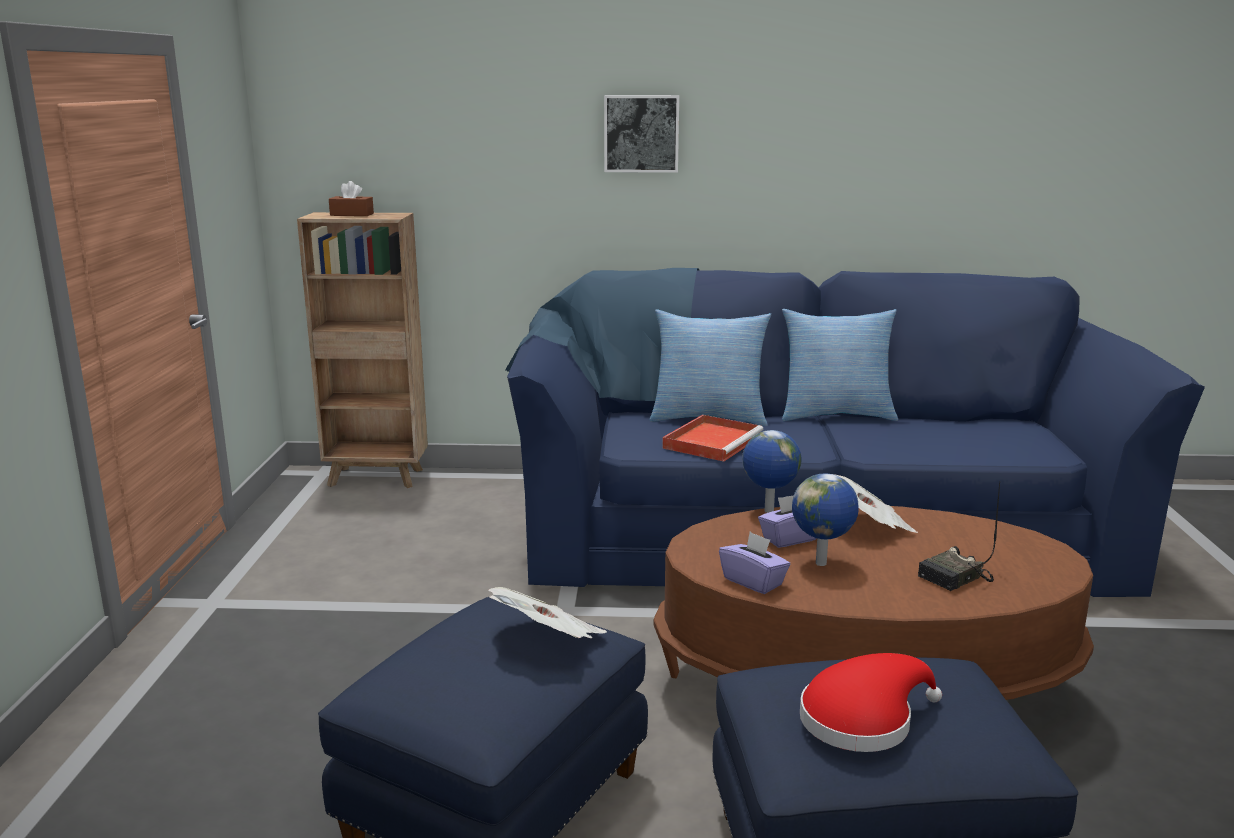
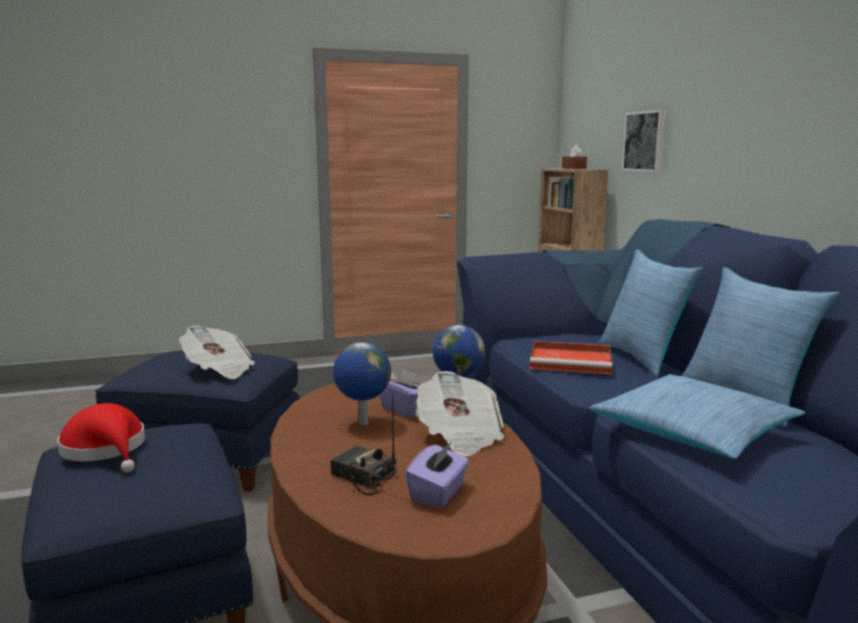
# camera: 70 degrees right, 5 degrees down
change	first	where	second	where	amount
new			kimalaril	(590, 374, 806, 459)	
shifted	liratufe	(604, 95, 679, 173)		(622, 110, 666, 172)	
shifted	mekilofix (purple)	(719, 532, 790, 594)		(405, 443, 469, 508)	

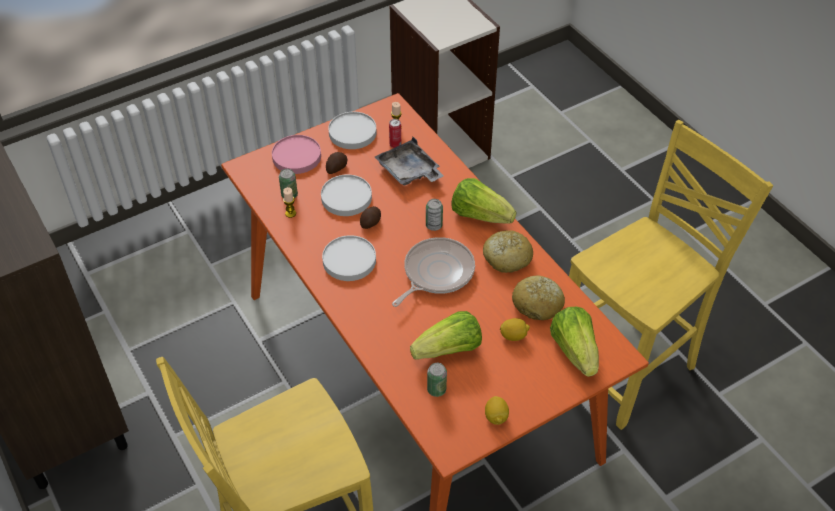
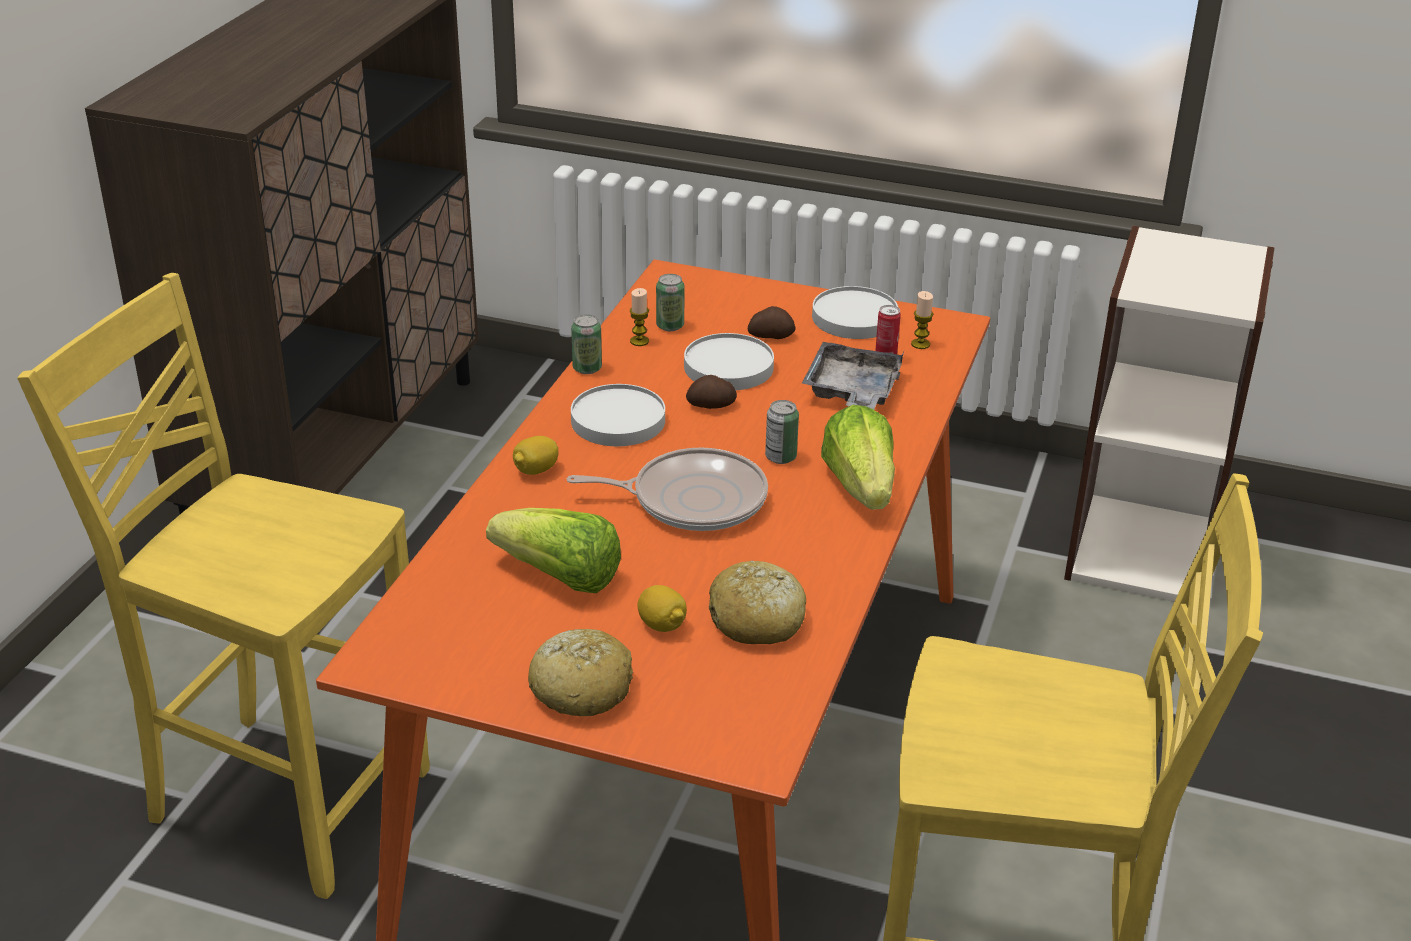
# camera: 50 degrees right, 15 degrees down
change	first	where	second	where	amount
gone	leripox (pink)	(272, 135, 321, 174)			
gone	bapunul	(550, 307, 599, 377)			
shifted	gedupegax	(427, 363, 447, 397)		(571, 314, 602, 374)	
shifted	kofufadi	(483, 230, 533, 273)		(528, 629, 633, 716)	
shifted	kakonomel	(485, 396, 509, 425)		(513, 436, 559, 475)	

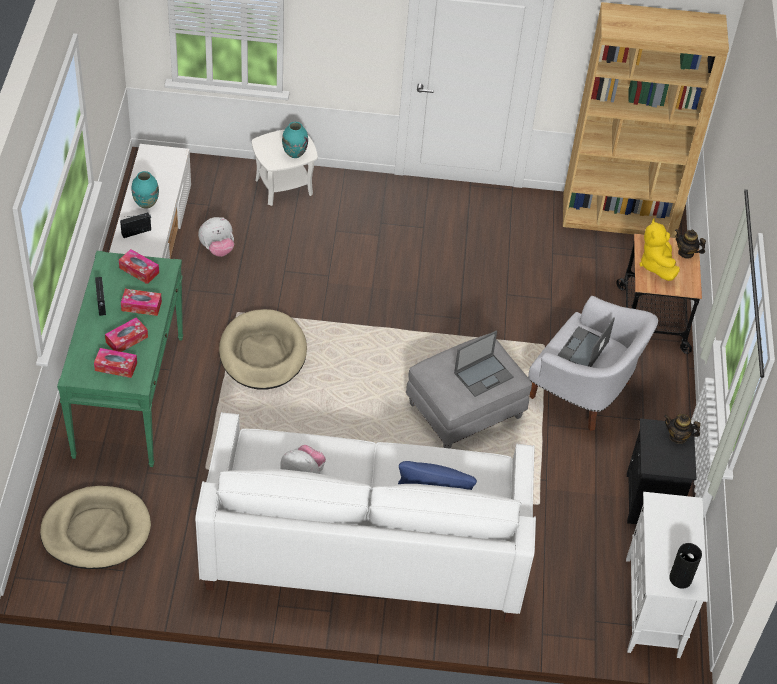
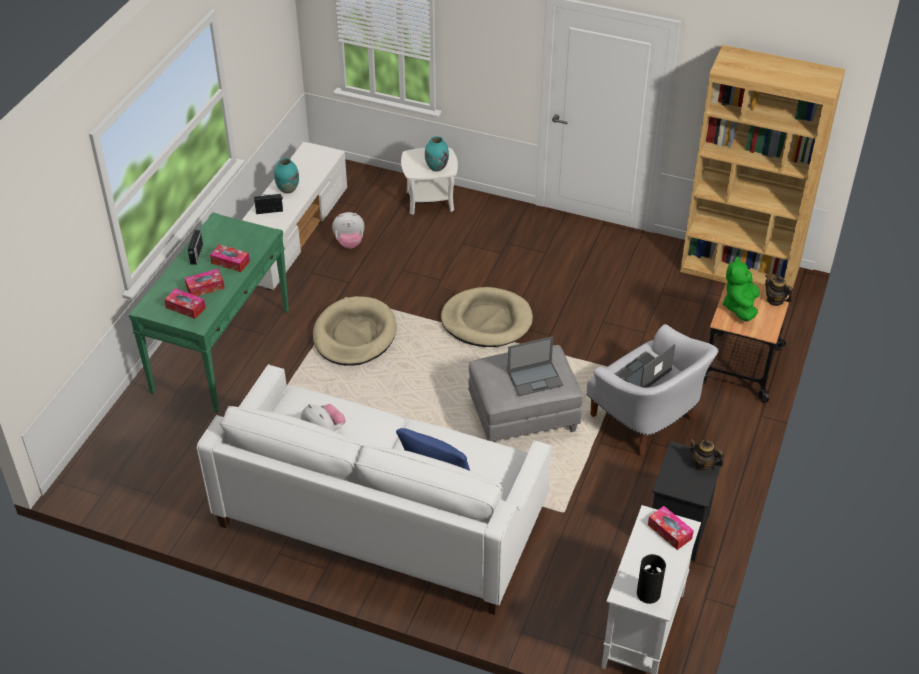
# camera: 20 degrees right, 5 degrees down
change	first	where	second	where	amount
shifted	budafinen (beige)	(40, 486, 151, 569)		(441, 287, 533, 347)	
shifted	mekilofix	(119, 249, 159, 284)		(648, 506, 694, 550)	
repainted	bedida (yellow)	(639, 219, 680, 281)	bedida (green)	(723, 257, 760, 321)	

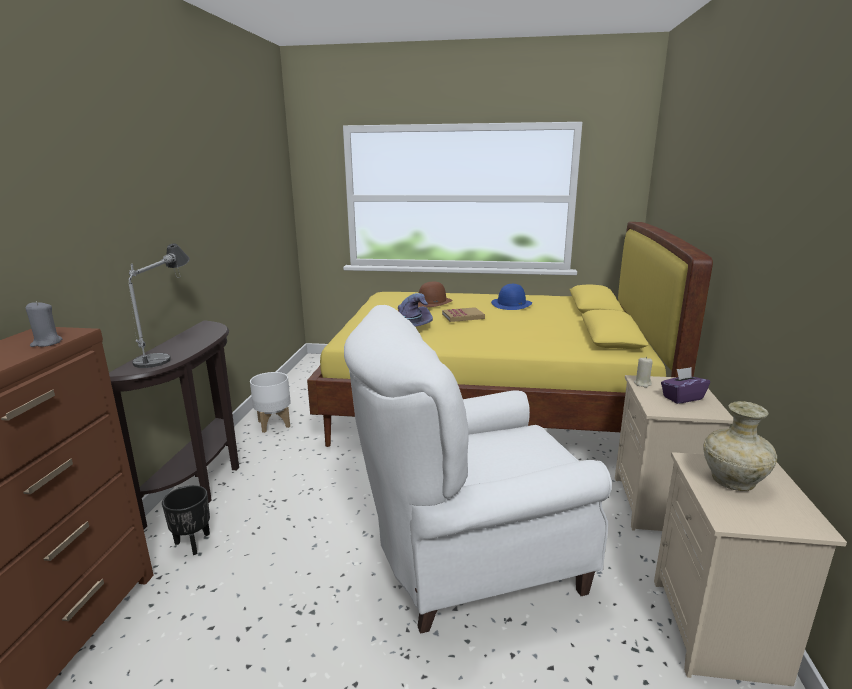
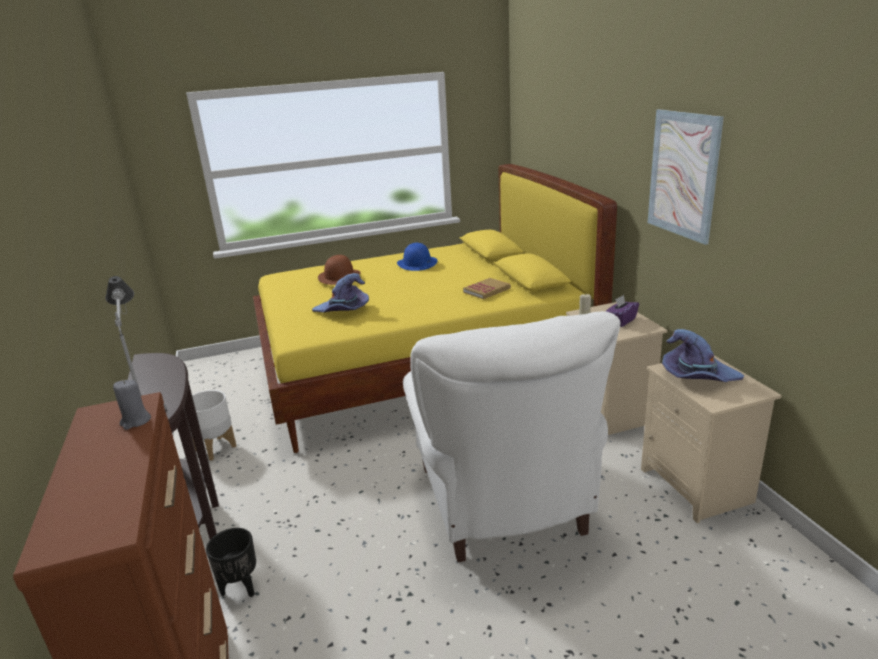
# camera: 25 degrees left, 5 degrees up
change	first	where	second	where	amount
new			liratufe	(648, 109, 724, 245)	
shifted	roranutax	(442, 307, 485, 322)		(463, 278, 511, 299)	
swapped	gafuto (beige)	(703, 401, 777, 491)	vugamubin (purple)	(662, 329, 744, 382)	
rotated	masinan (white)	(344, 305, 612, 634)		(403, 311, 620, 562)	60 degrees counterclockwise

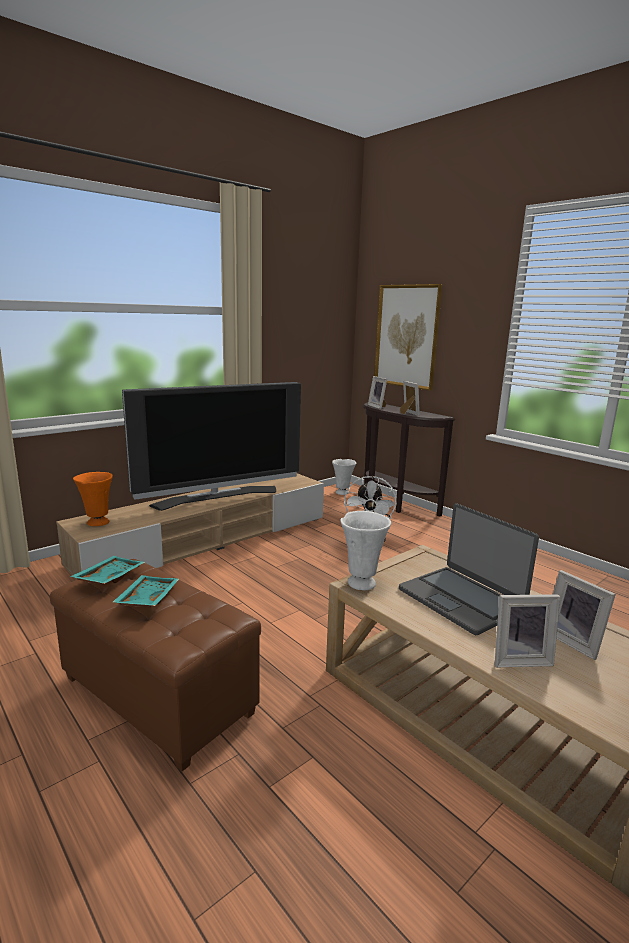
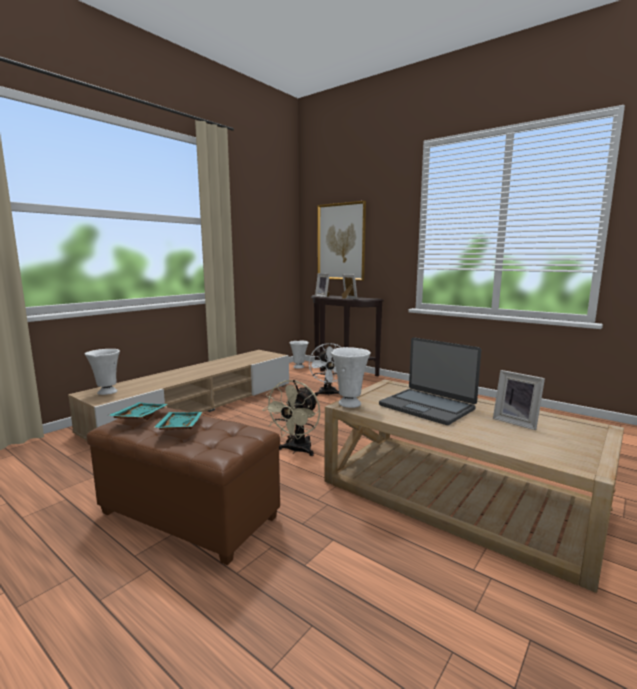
# camera: 10 degrees left, 5 degrees down
change	first	where	second	where	amount
gone	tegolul	(122, 382, 301, 511)			
gone	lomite	(495, 594, 560, 667)			
new			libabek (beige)	(263, 380, 320, 456)	
repainted	gafuto (orange)	(73, 472, 113, 526)	gafuto (white)	(85, 349, 120, 395)	

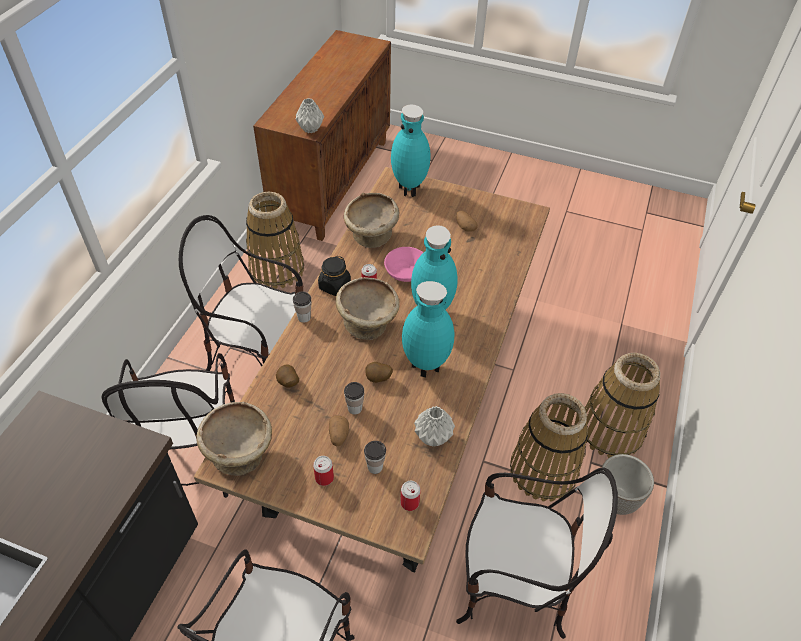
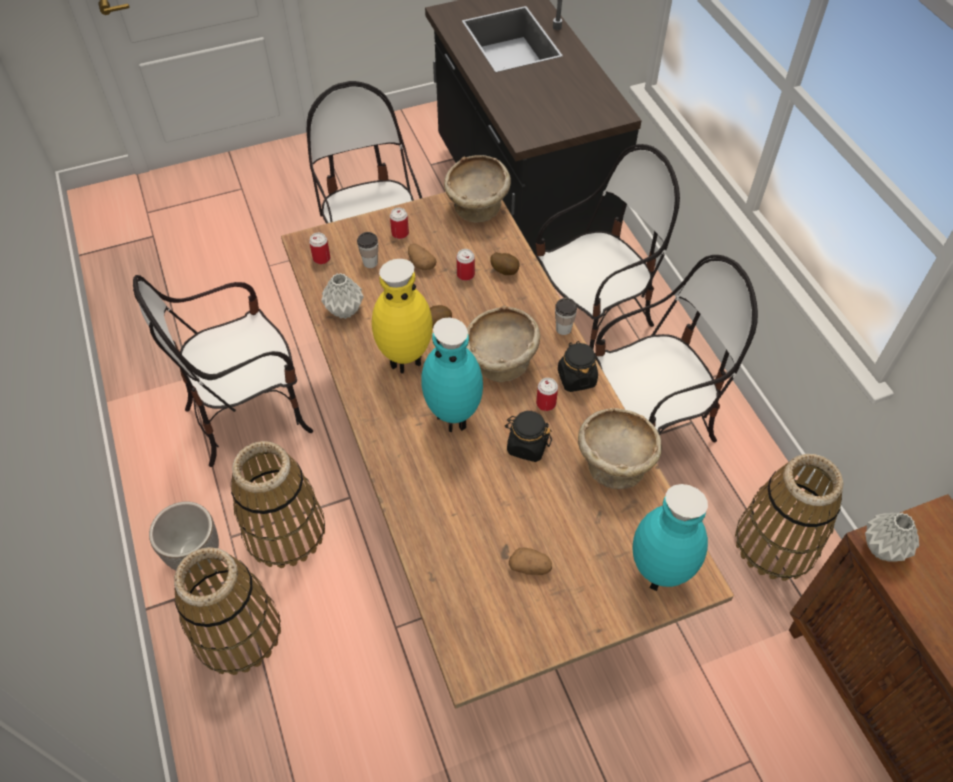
# camera: 140 degrees right, 5 degrees up
change	first	where	second	where	amount
gone	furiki	(344, 382, 364, 415)			
new			gedupegax	(456, 249, 475, 281)	
swapped	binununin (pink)	(384, 247, 424, 282)	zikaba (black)	(505, 411, 552, 462)	
repainted	gafuto (turquoise)	(402, 281, 454, 377)	gafuto (yellow)	(372, 259, 432, 374)	
rotated	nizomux	(102, 353, 235, 498)		(536, 144, 680, 349)	105 degrees clockwise

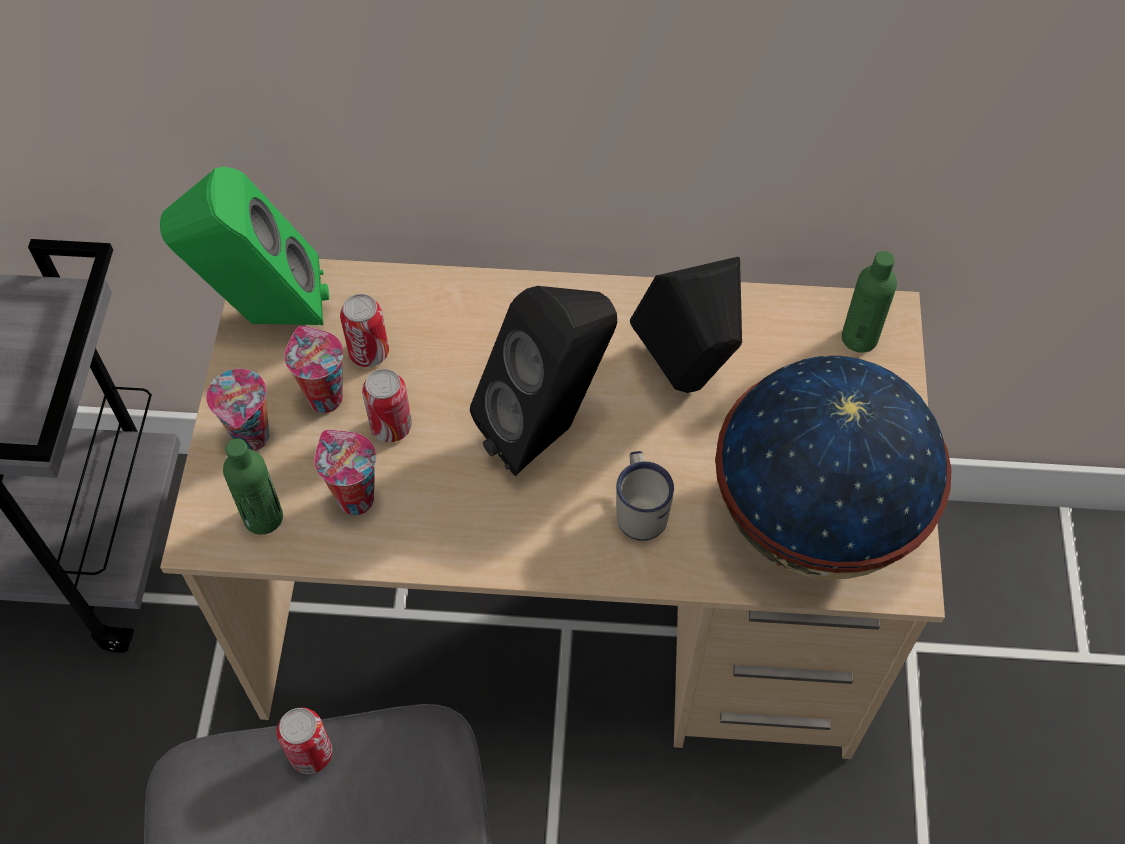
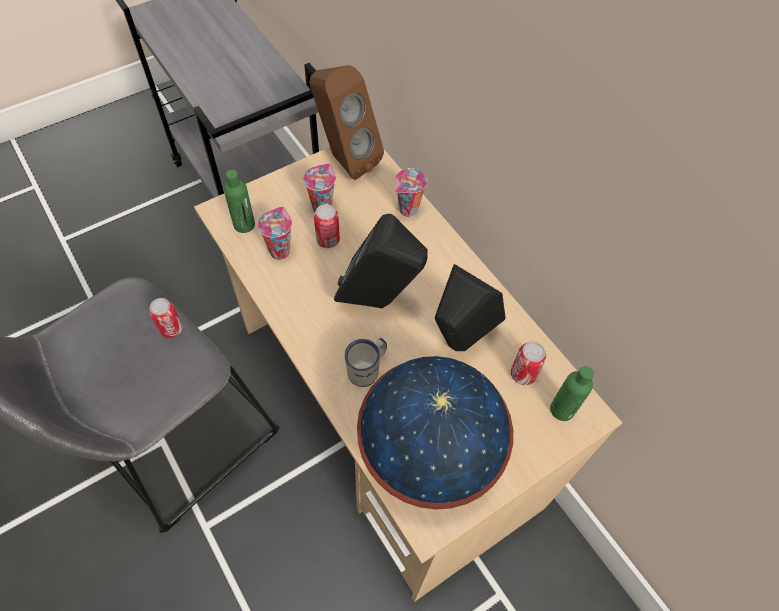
# camera: 50 degrees right, 0 degrees up
change	first	where	second	where	amount
shifted	furiki	(206, 369, 269, 451)		(395, 168, 427, 217)	
shifted	gedupegax	(340, 294, 389, 367)		(511, 341, 546, 385)	
repainted	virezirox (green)	(160, 167, 329, 325)	virezirox (brown)	(309, 65, 384, 180)	

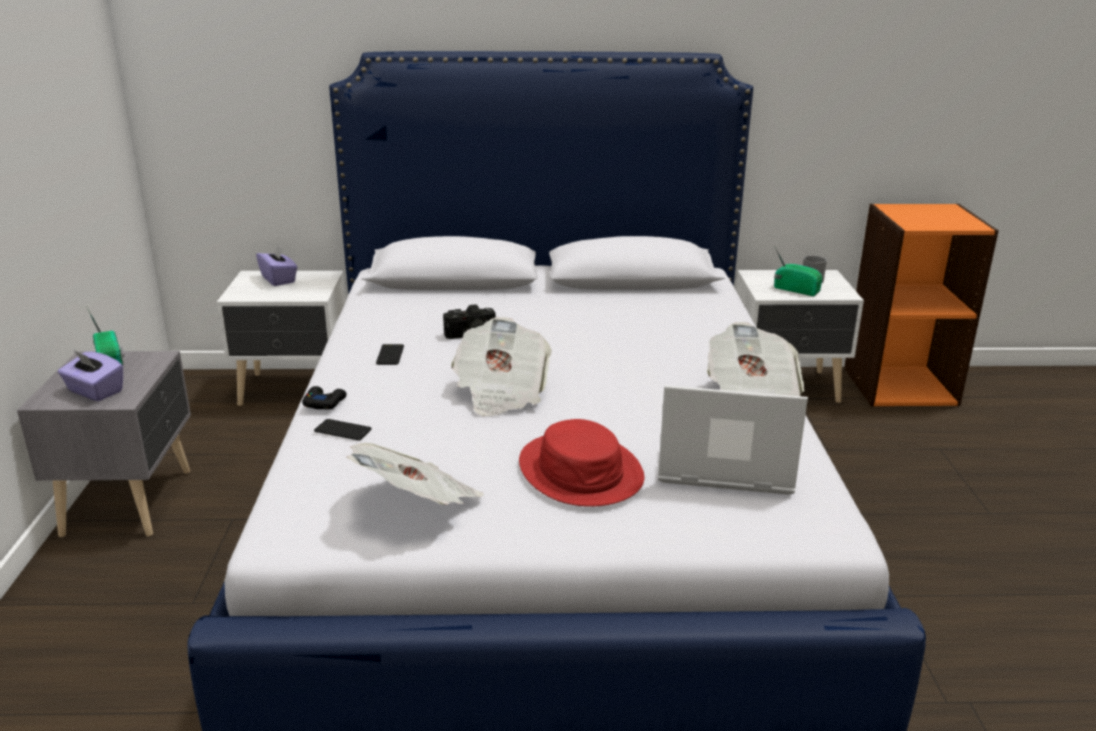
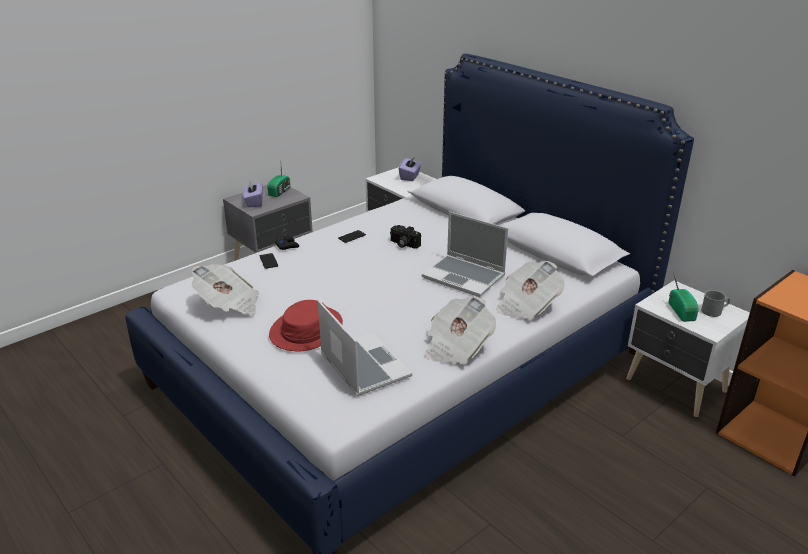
# camera: 50 degrees right, 5 degrees up
change	first	where	second	where	amount
new			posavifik	(422, 212, 508, 297)	
shifted	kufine	(451, 317, 552, 416)		(496, 261, 565, 320)	

